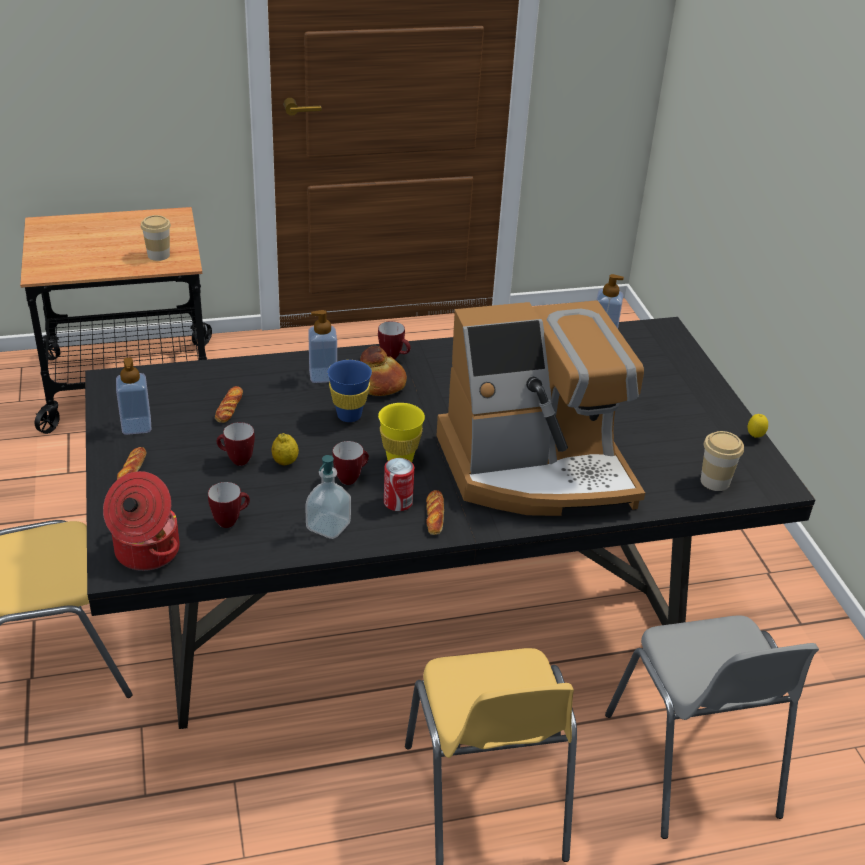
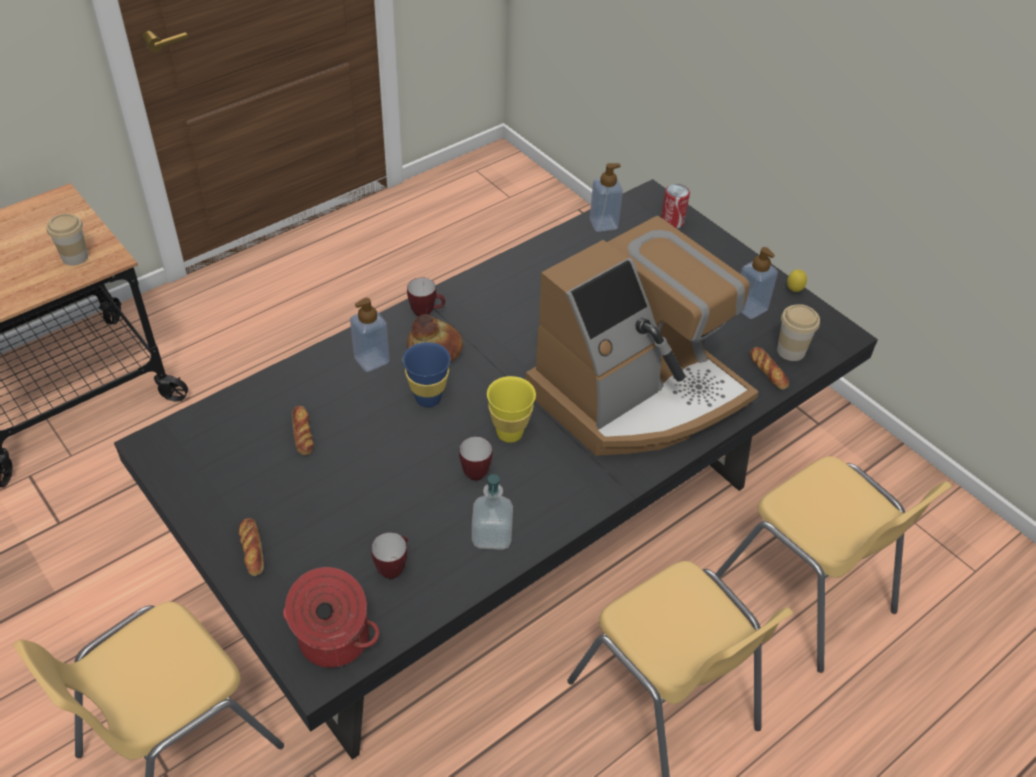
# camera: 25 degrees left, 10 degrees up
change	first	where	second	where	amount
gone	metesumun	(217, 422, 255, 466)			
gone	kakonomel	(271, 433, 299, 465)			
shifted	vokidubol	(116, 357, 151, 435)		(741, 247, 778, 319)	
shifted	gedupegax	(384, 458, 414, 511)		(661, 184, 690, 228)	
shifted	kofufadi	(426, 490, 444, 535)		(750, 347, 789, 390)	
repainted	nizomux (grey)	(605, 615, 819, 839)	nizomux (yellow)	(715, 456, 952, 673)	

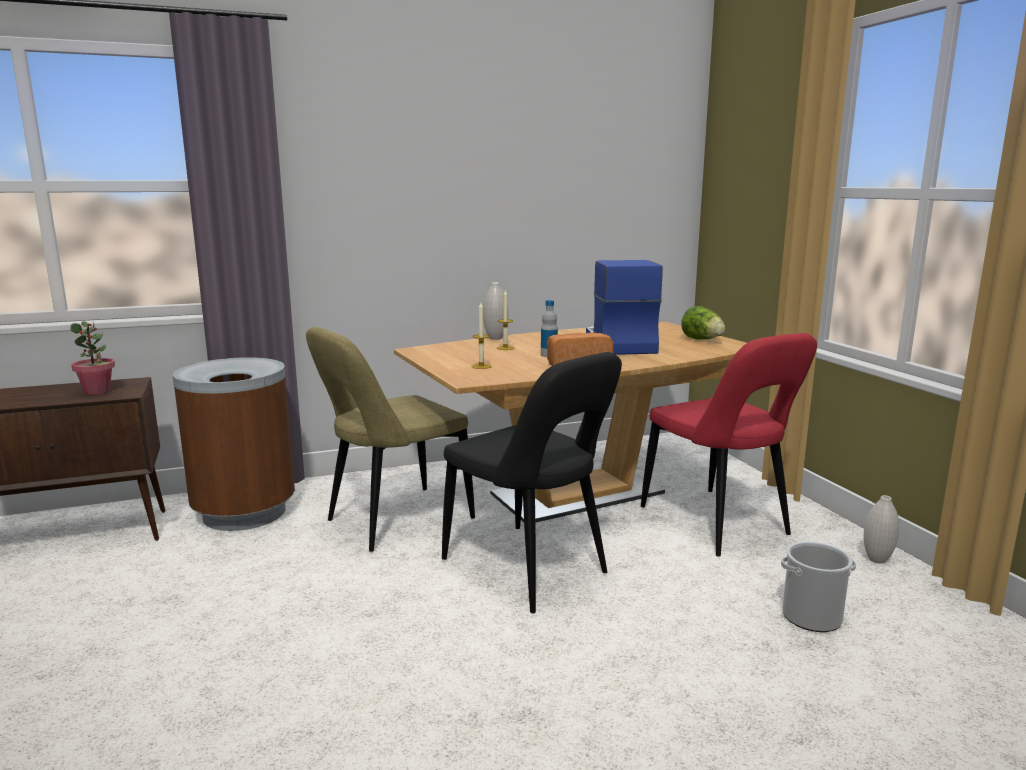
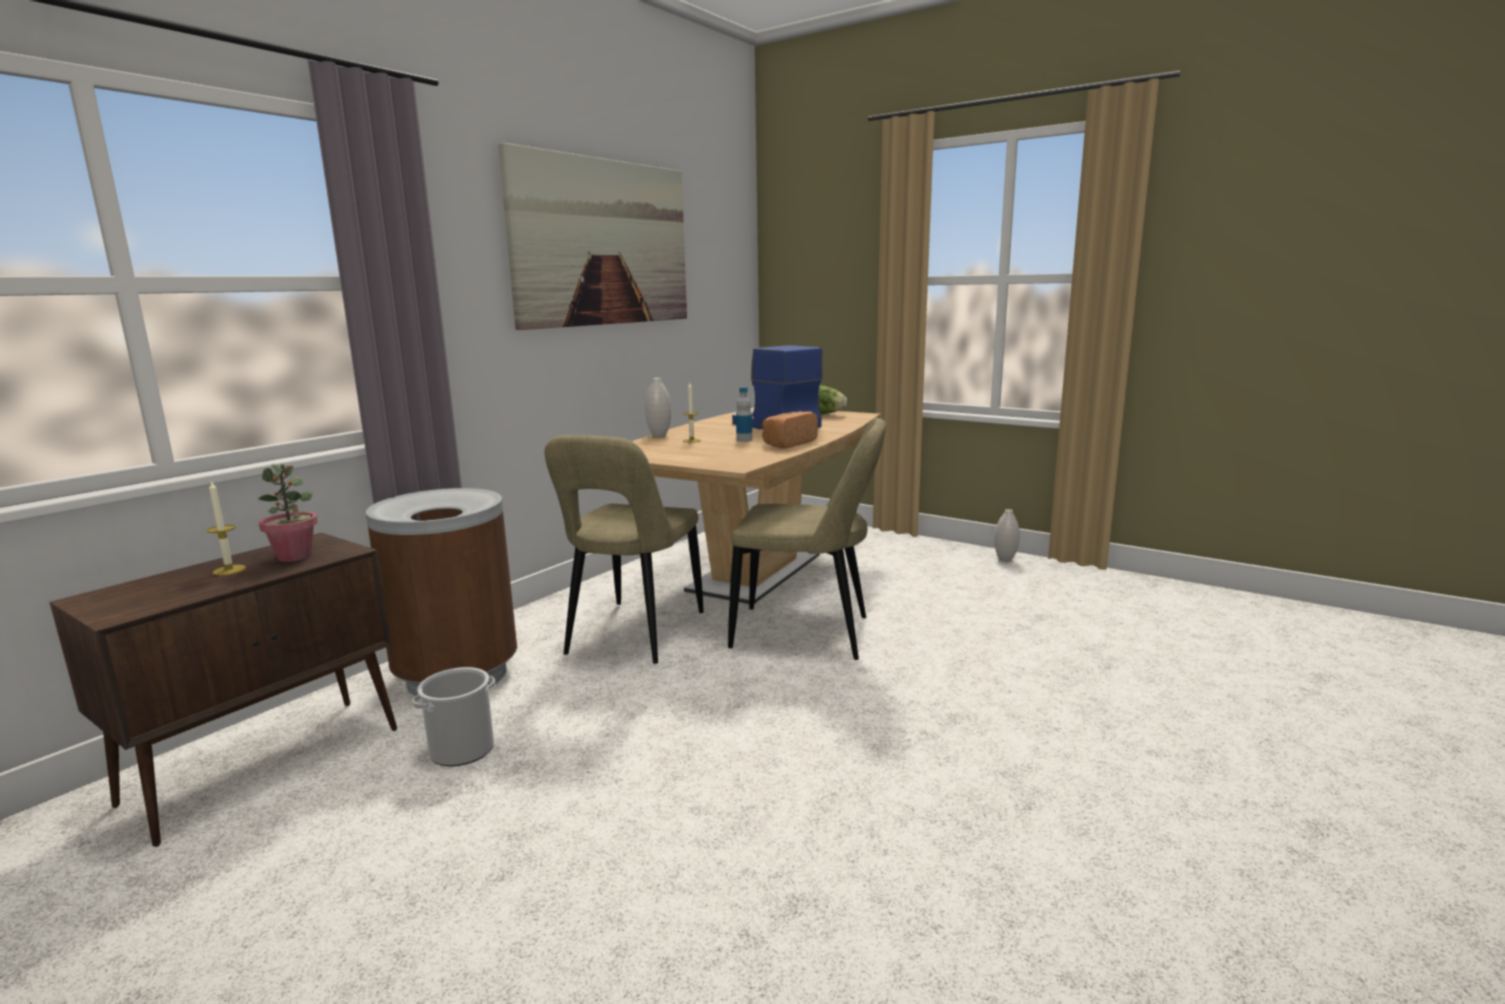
# camera: 35 degrees left, 0 degrees up
change	first	where	second	where	amount
gone	nizomux (red)	(641, 333, 817, 557)			
new			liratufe	(498, 143, 687, 330)	
shifted	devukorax	(472, 302, 491, 369)		(206, 481, 246, 575)	
shifted	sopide	(781, 541, 856, 632)		(412, 667, 496, 766)	
repainted	nizomux (black)	(442, 352, 622, 613)	nizomux (beige)	(728, 418, 886, 660)	

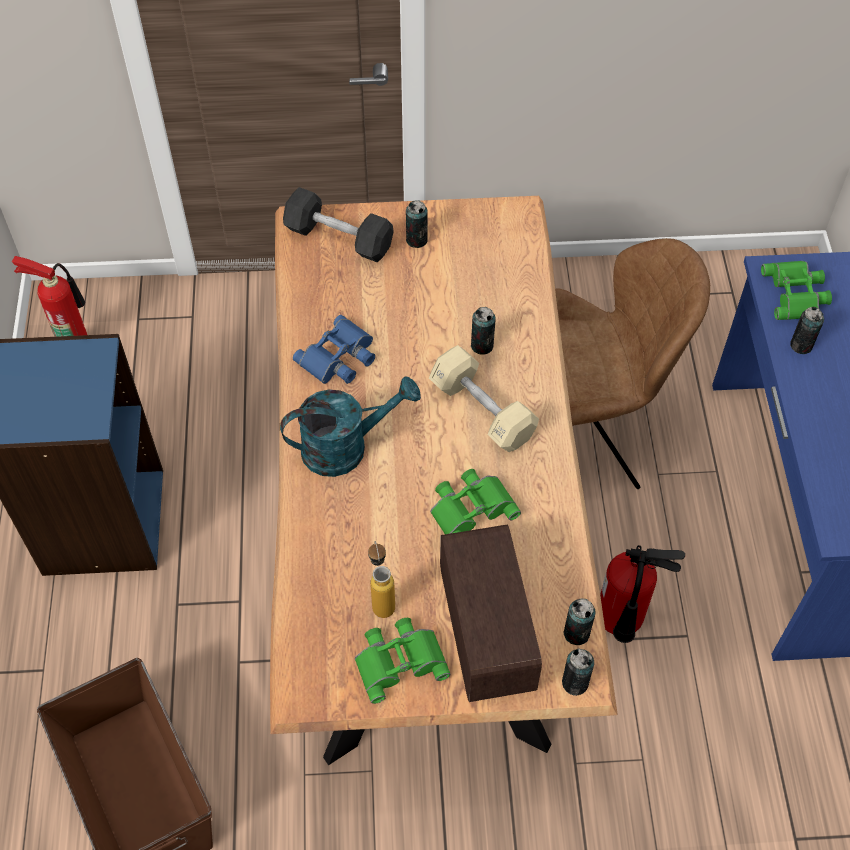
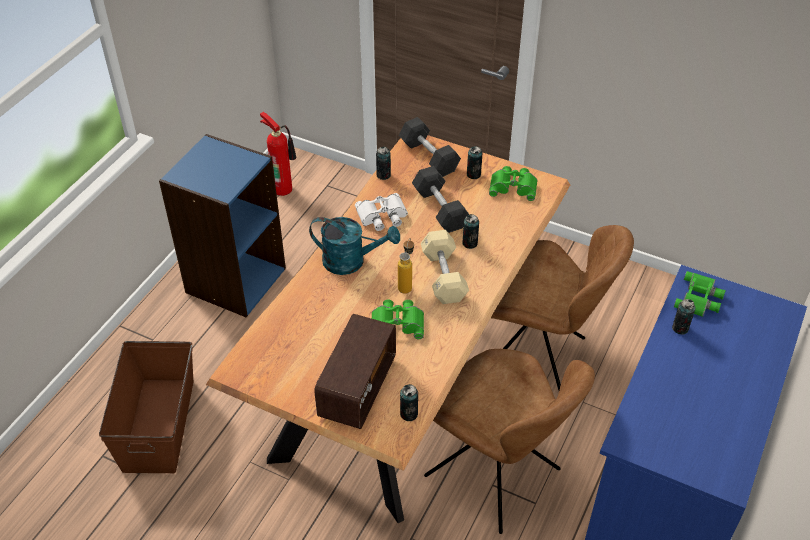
# camera: 30 degrees right, 10 degrees down
change	first	where	second	where	amount
new			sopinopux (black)	(412, 166, 470, 233)	
shifted	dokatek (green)	(355, 618, 450, 704)		(489, 166, 537, 201)	
shifted	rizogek	(368, 541, 395, 618)		(398, 238, 414, 294)	
shifted	gedupegax	(562, 648, 594, 696)		(376, 147, 391, 180)	
swapped	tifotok	(600, 545, 685, 643)	nizomux (brown)	(424, 349, 595, 534)	
repainted	dokatek (blue)	(293, 315, 375, 384)	dokatek (white)	(355, 193, 408, 231)	

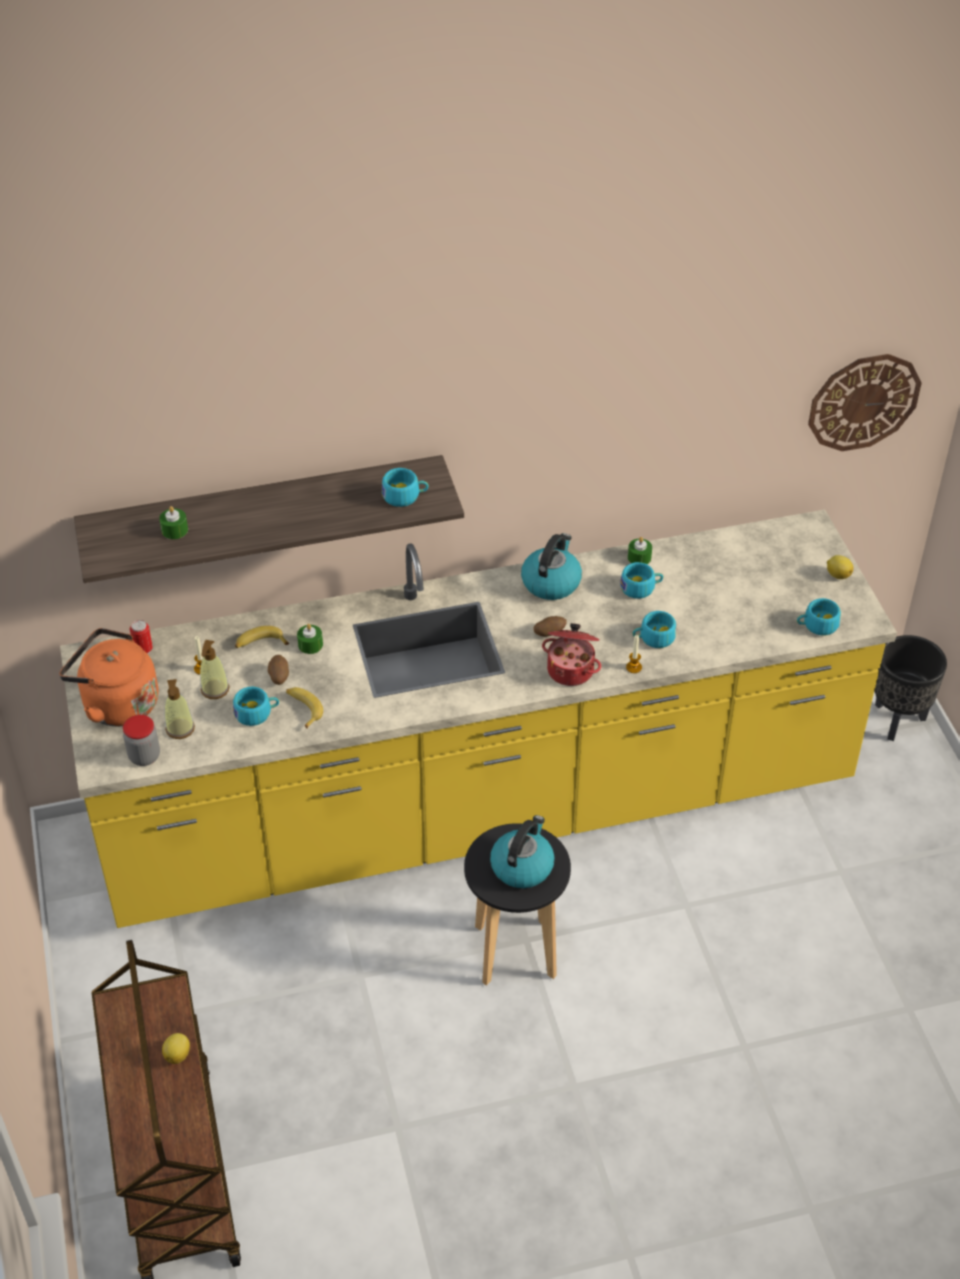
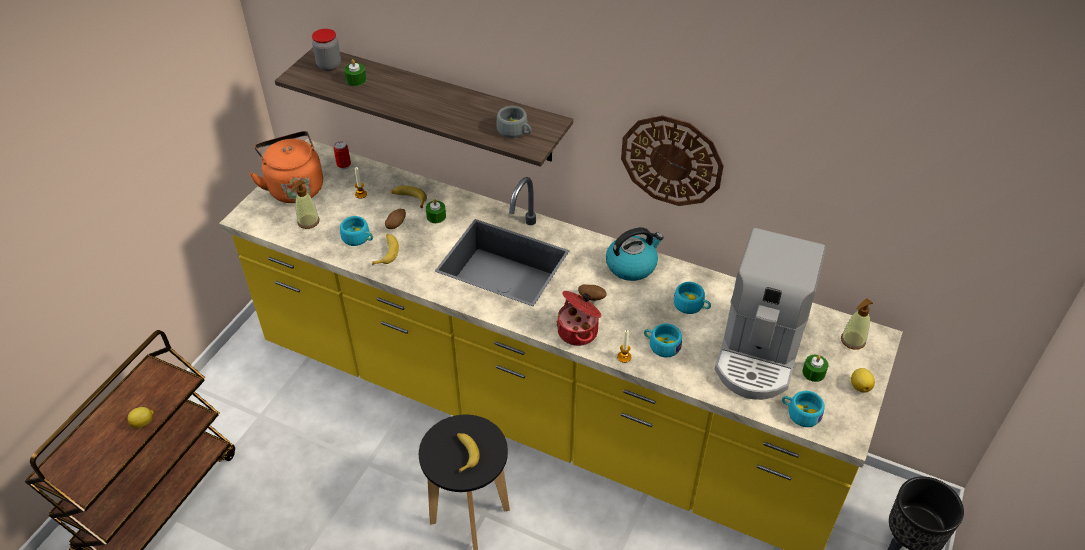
# camera: 40 degrees right, 0 degrees up
change	first	where	second	where	amount
new			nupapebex	(715, 228, 826, 400)	
shifted	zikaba	(123, 715, 160, 766)		(312, 29, 341, 71)	
shifted	vokidubol	(200, 640, 230, 699)		(841, 298, 873, 350)	
shifted	devukorax (green)	(628, 537, 652, 564)		(802, 355, 828, 382)	
shifted	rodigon	(808, 354, 922, 451)		(621, 115, 724, 206)	
swapped	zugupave	(490, 815, 554, 888)	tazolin	(457, 433, 480, 473)	
repainted	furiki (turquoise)	(382, 468, 429, 507)	furiki (grey)	(497, 106, 531, 138)	

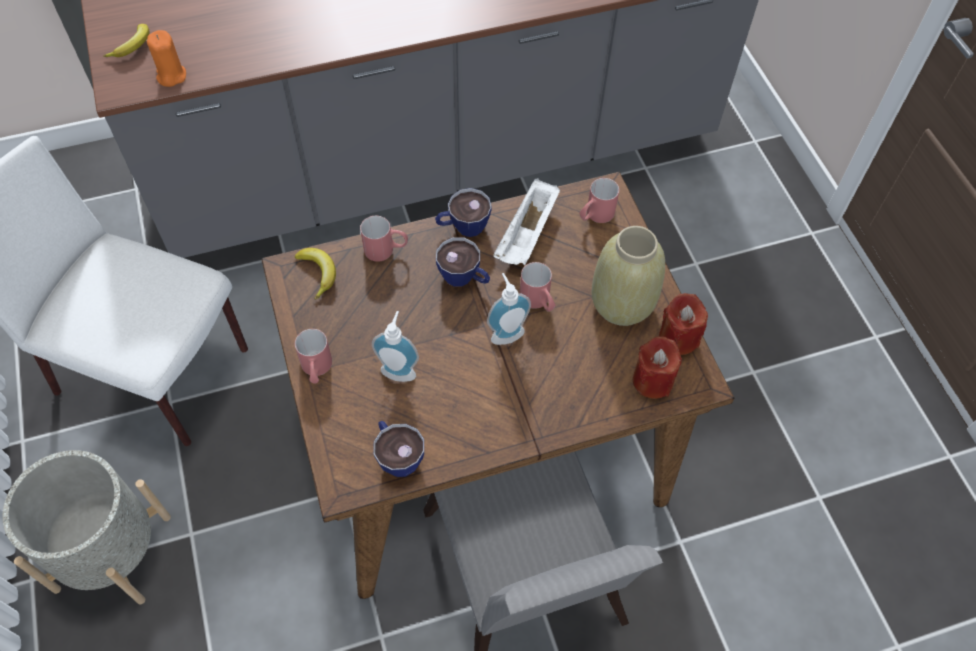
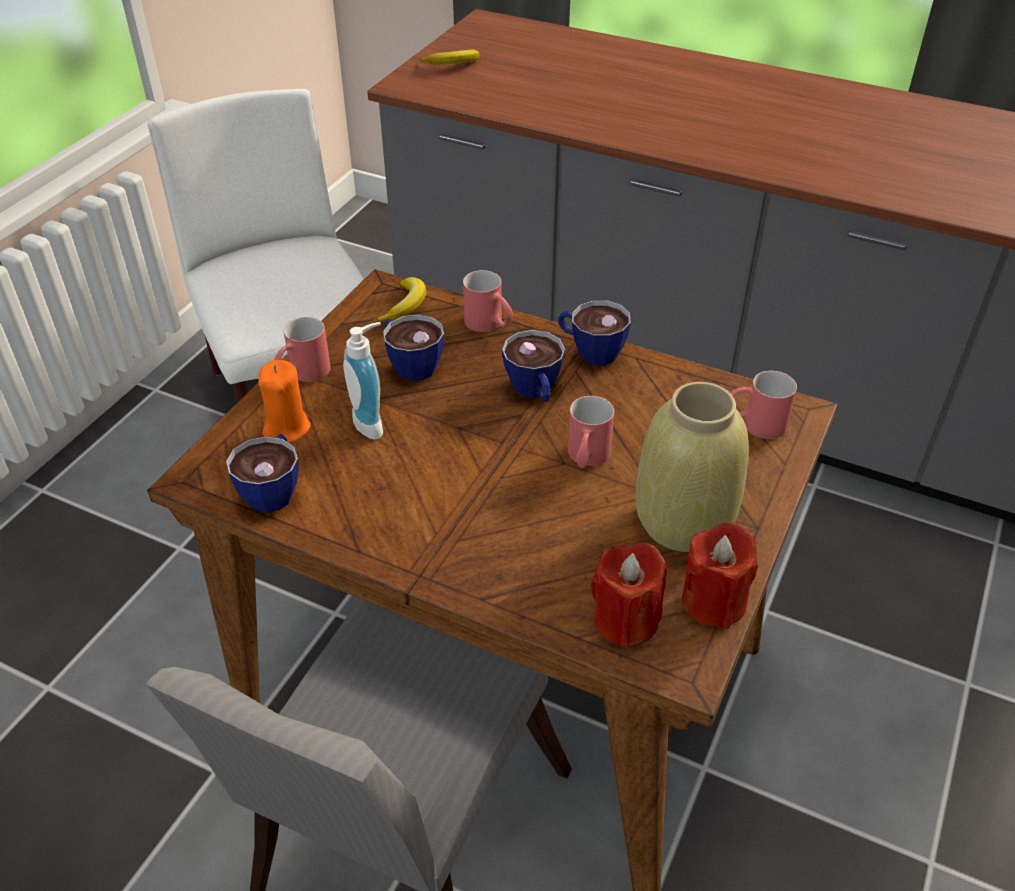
# camera: 45 degrees right, 15 degrees down
change	first	where	second	where	amount
gone	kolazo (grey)	(2, 450, 171, 604)			
gone	vokidubol	(487, 273, 531, 345)			
gone	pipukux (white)	(493, 178, 560, 265)			
new			furiki	(383, 314, 444, 381)	
shifted	devukorax (orange)	(147, 30, 186, 87)		(258, 360, 311, 444)	

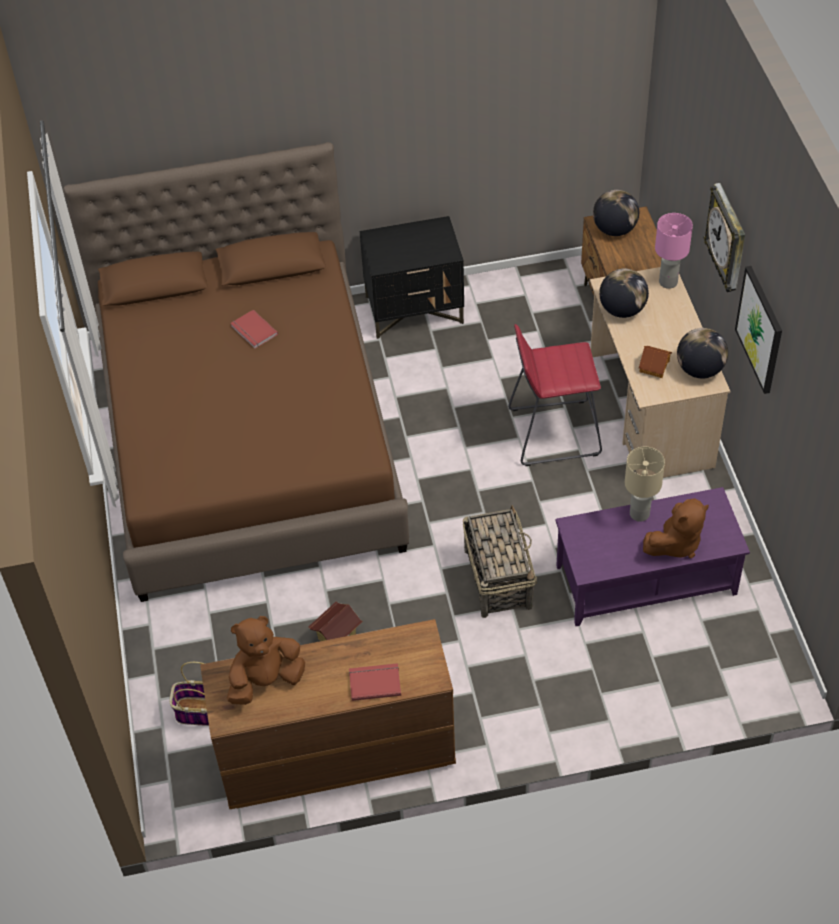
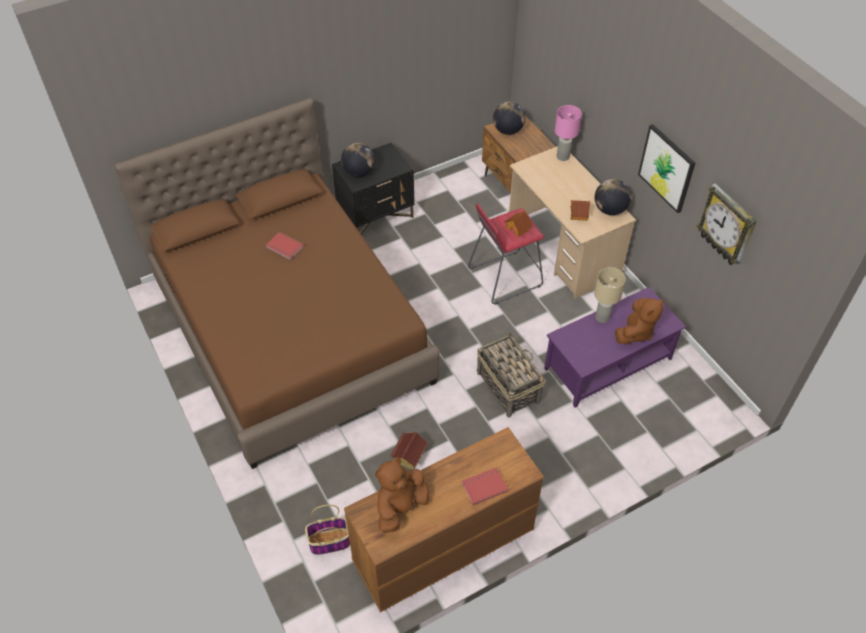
# camera: 20 degrees left, 0 degrees up
change	first	where	second	where	amount
new			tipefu	(504, 211, 533, 237)	
shifted	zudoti	(599, 269, 649, 318)		(341, 143, 375, 177)	
shifted	rodigon	(704, 183, 745, 292)		(697, 184, 757, 265)	

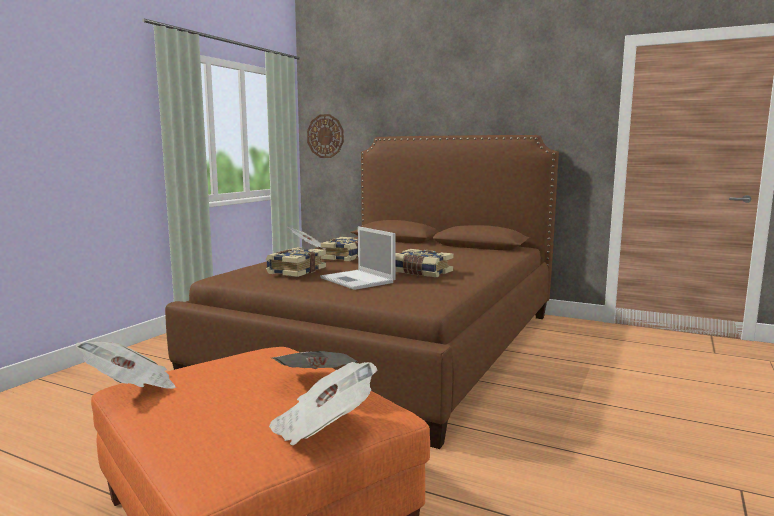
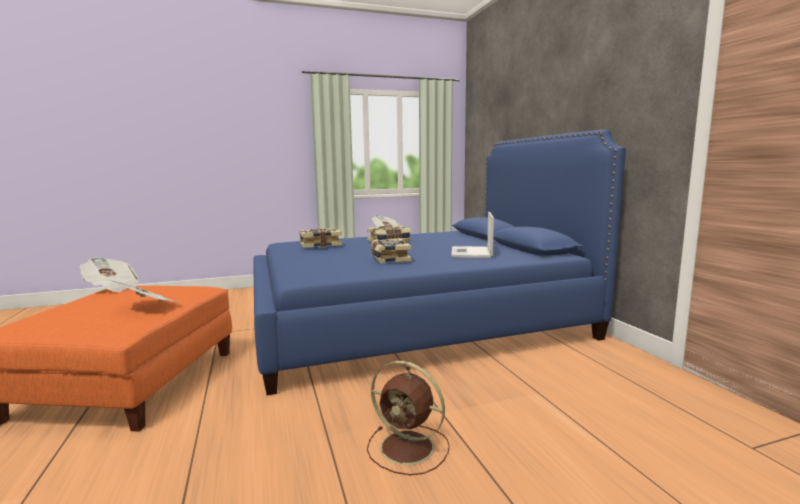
# camera: 45 degrees right, 0 degrees up
change	first	where	second	where	amount
gone	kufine	(269, 362, 377, 445)			
gone	rodigon	(307, 114, 344, 158)			
new			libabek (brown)	(367, 361, 450, 475)	
shifted	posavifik	(320, 226, 396, 290)		(451, 212, 494, 258)	
repainted	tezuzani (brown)	(165, 135, 559, 449)	tezuzani (blue)	(253, 130, 626, 395)	

